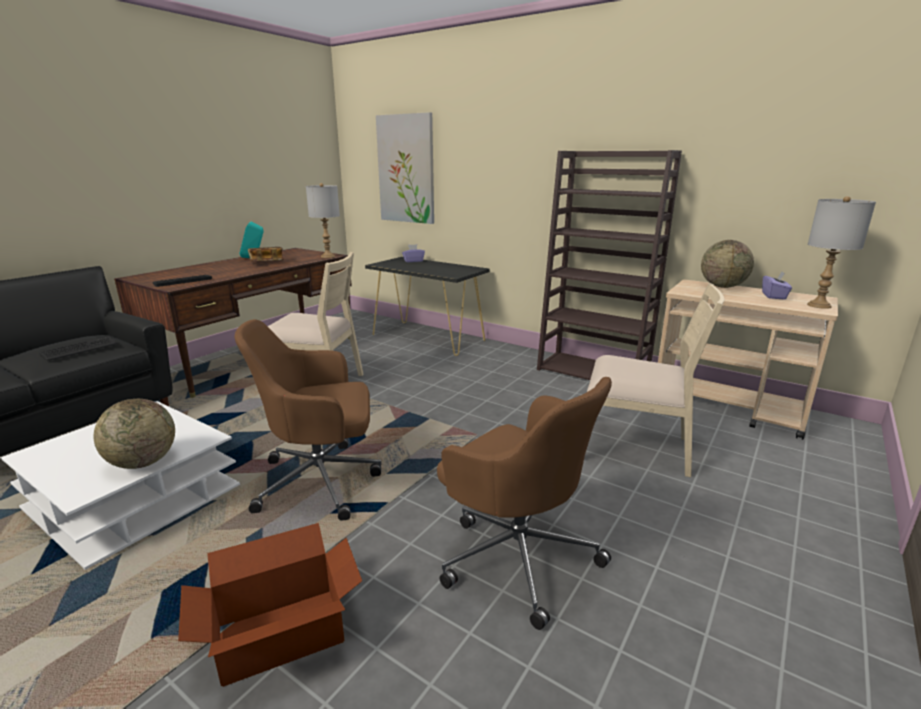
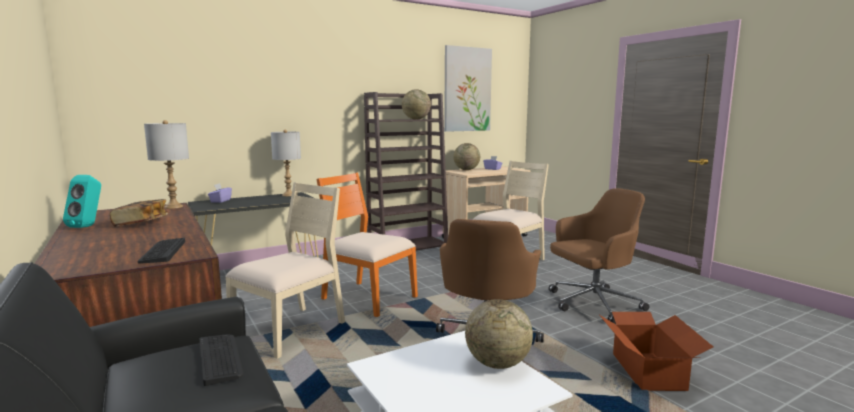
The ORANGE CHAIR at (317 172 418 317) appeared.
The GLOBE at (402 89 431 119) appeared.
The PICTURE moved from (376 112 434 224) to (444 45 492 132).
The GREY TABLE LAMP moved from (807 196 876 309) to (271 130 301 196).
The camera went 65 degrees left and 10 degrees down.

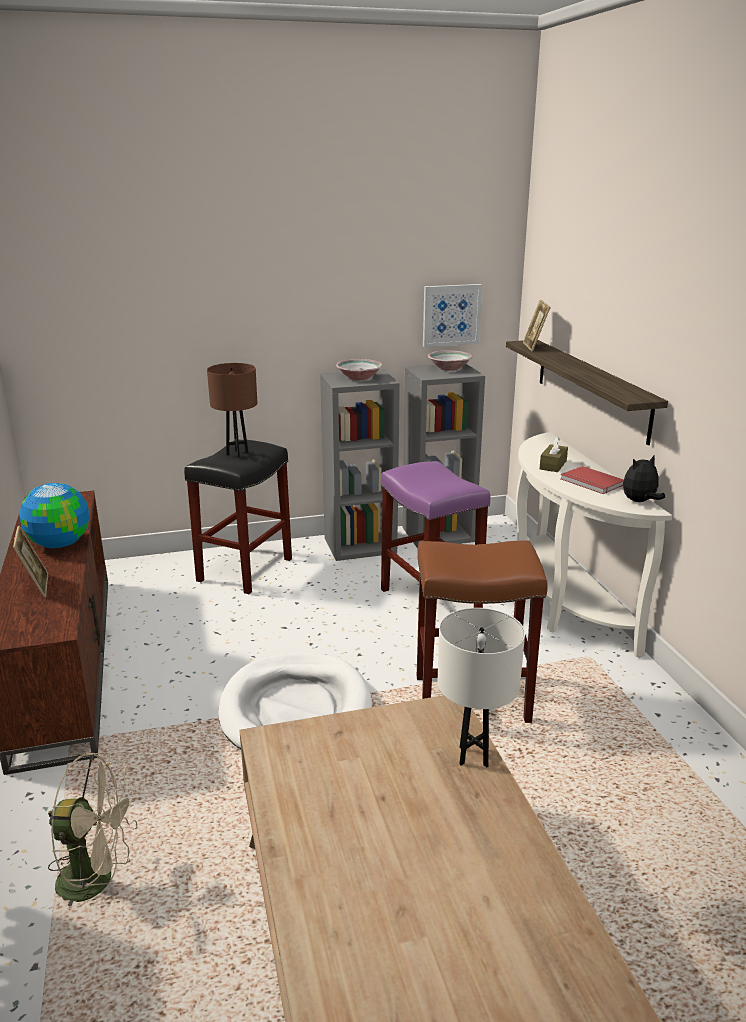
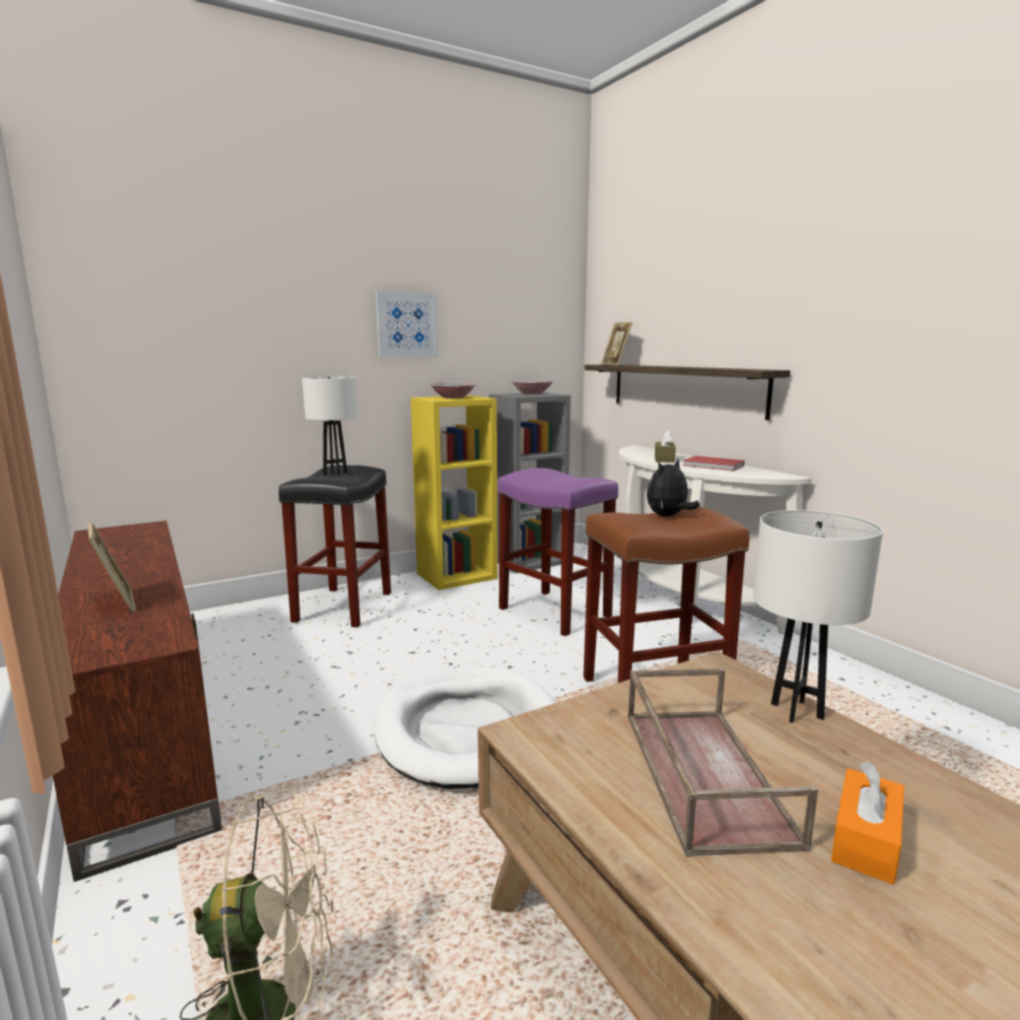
The GLOBE at (19 483 90 548) disappeared.
The BROWN TRAY at (628 669 818 857) appeared.
The ORANGE TISSUE BOX at (831 762 904 884) appeared.
The PICTURE moved from (423 284 482 347) to (376 291 438 357).
The PLUSH TOY moved from (623 456 665 502) to (647 459 700 516).
The BROWN TABLE LAMP at (207 363 257 458) became the WHITE TABLE LAMP at (302 376 358 476).
The GREY BOOKCASE at (320 369 400 561) became the YELLOW BOOKCASE at (411 395 498 590).
The camera went 15 degrees left and 10 degrees down.

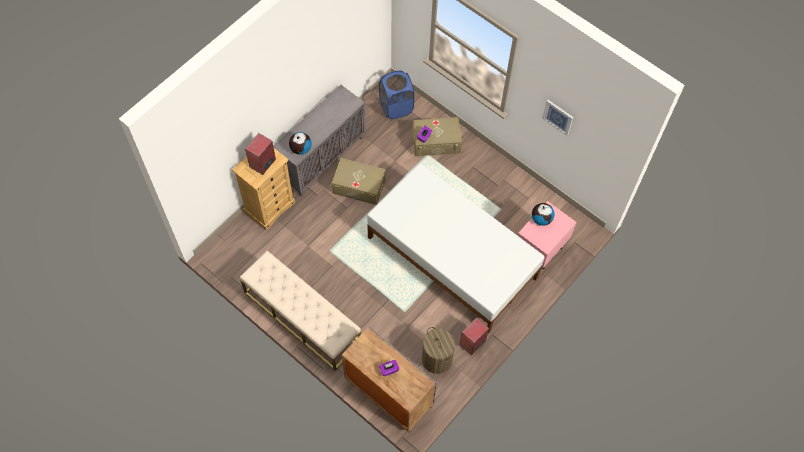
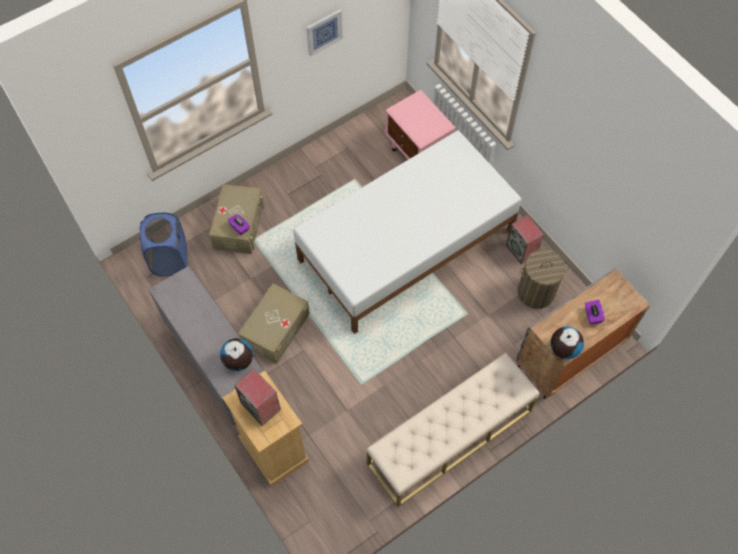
The GLOBE moved from (532 203 554 226) to (550 327 584 359).
The camera went 75 degrees left and 0 degrees up.

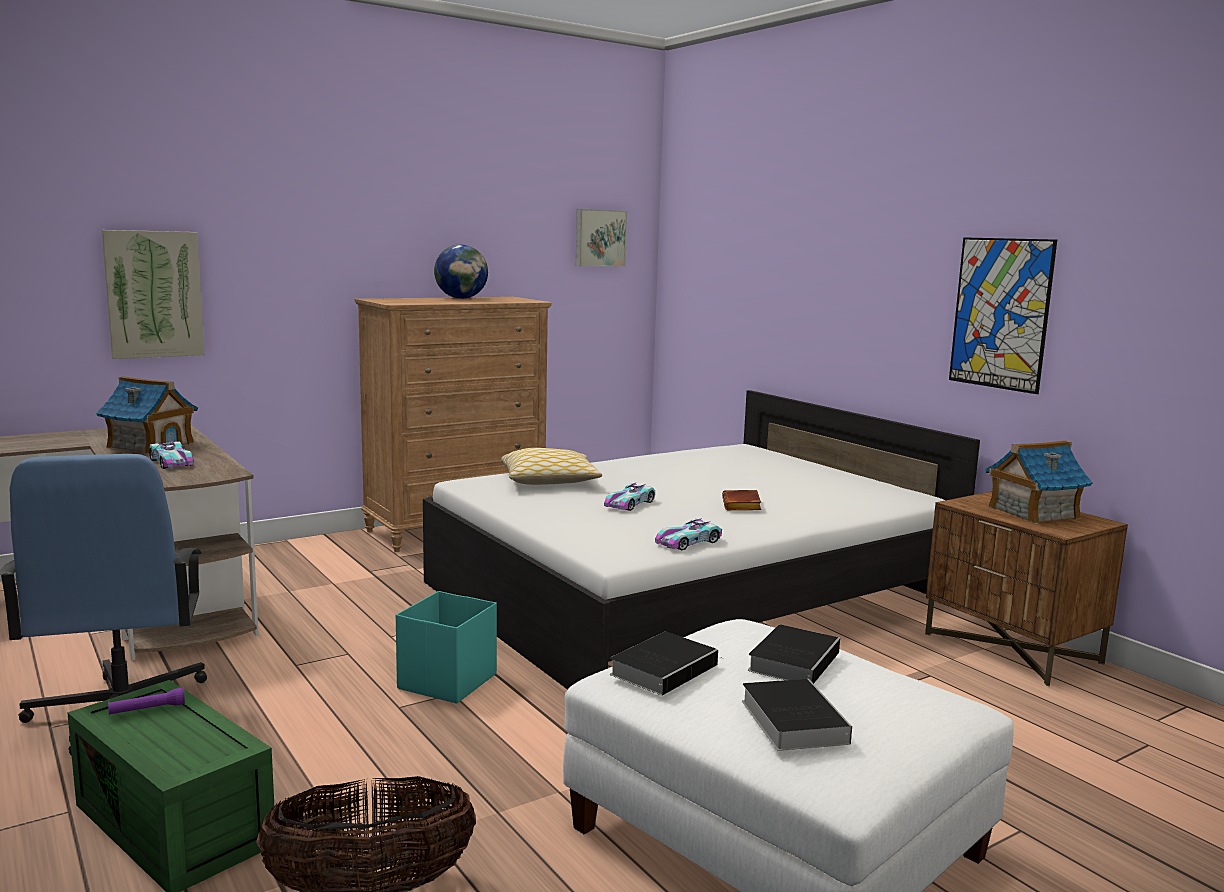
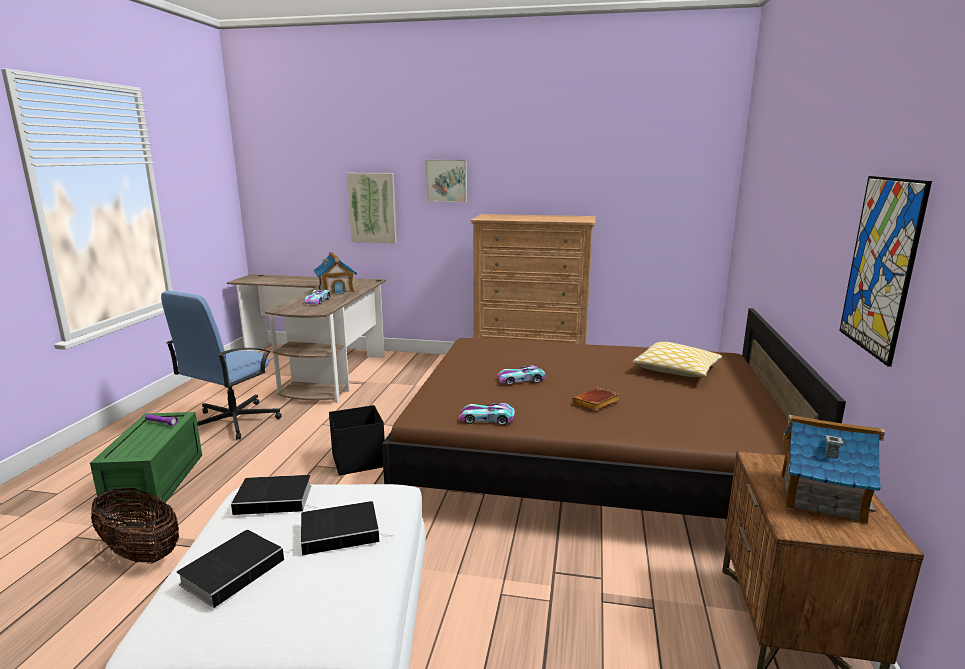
The GLOBE at (434 245 488 299) disappeared.
The PILLOW moved from (501 448 602 485) to (632 342 722 377).
The PICTURE moved from (576 209 627 267) to (426 160 467 202).
The TURQUOISE STORAGE BOX at (396 591 497 704) became the BLACK STORAGE BOX at (329 405 385 476).
The WHITE BED at (423 390 980 690) became the BROWN BED at (382 308 846 519).
The camera went 45 degrees right and 5 degrees up.

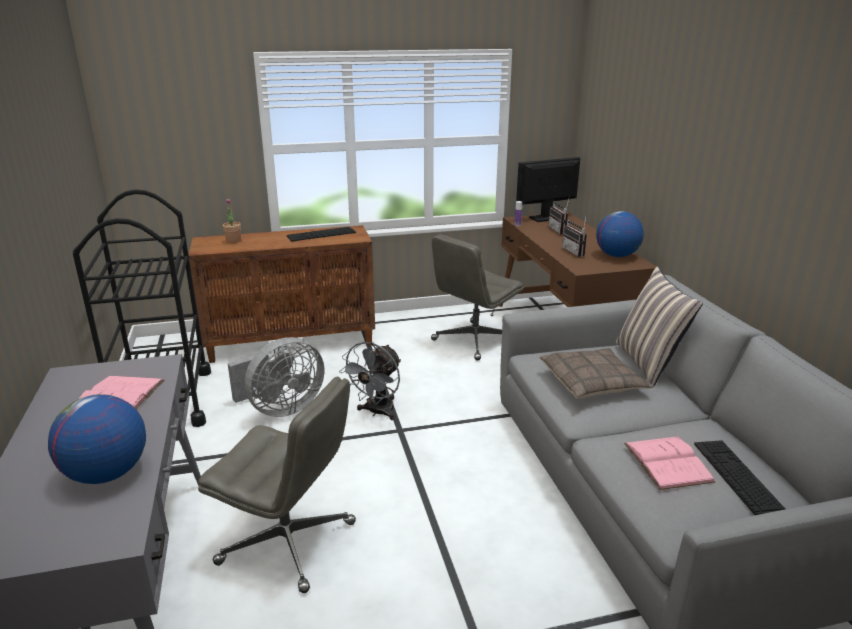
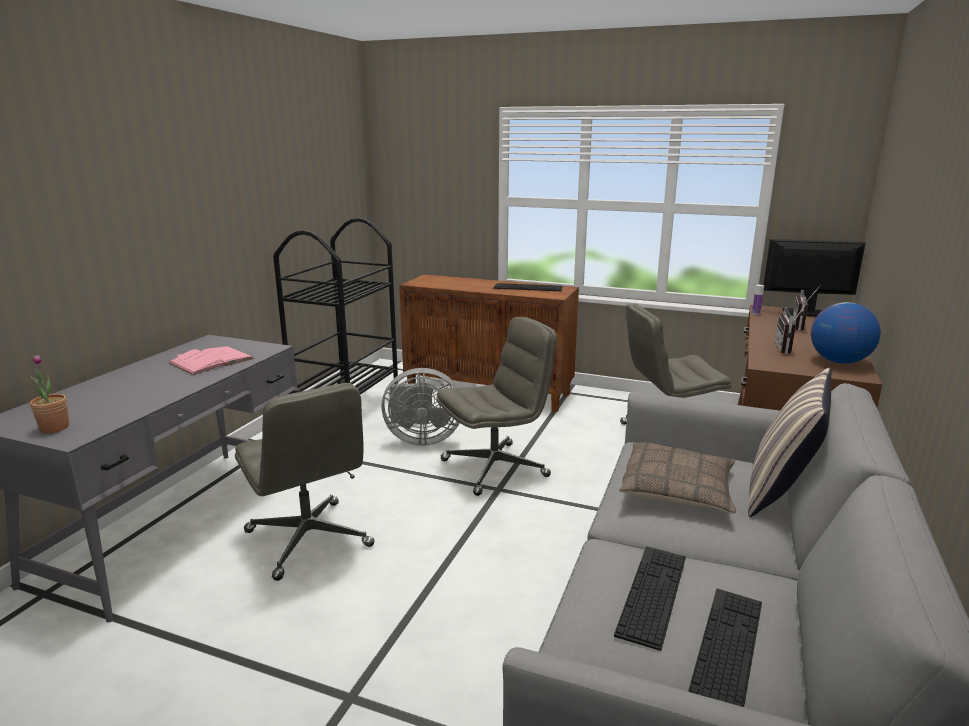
The GLOBE at (48 394 146 484) disappeared.
The POTTED PLANT moved from (223 199 241 243) to (30 355 69 433).
The GREY FAN at (339 342 401 420) was replaced by the GREY OFFICE CHAIR at (437 317 557 496).
The PINK BOOK at (624 436 715 490) was replaced by the KEYBOARD at (614 546 686 651).
The camera went 35 degrees right and 5 degrees down.

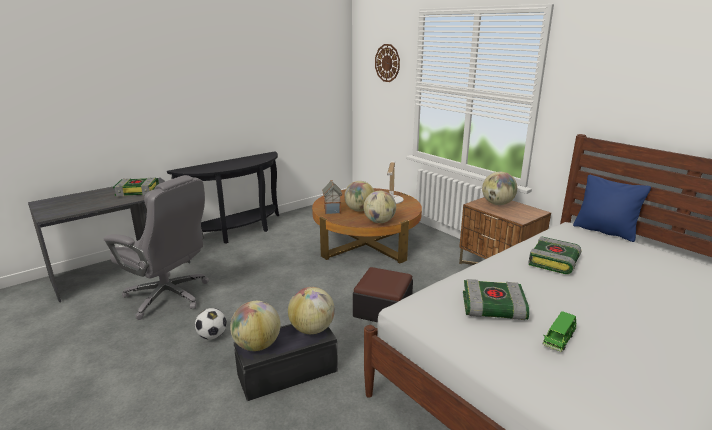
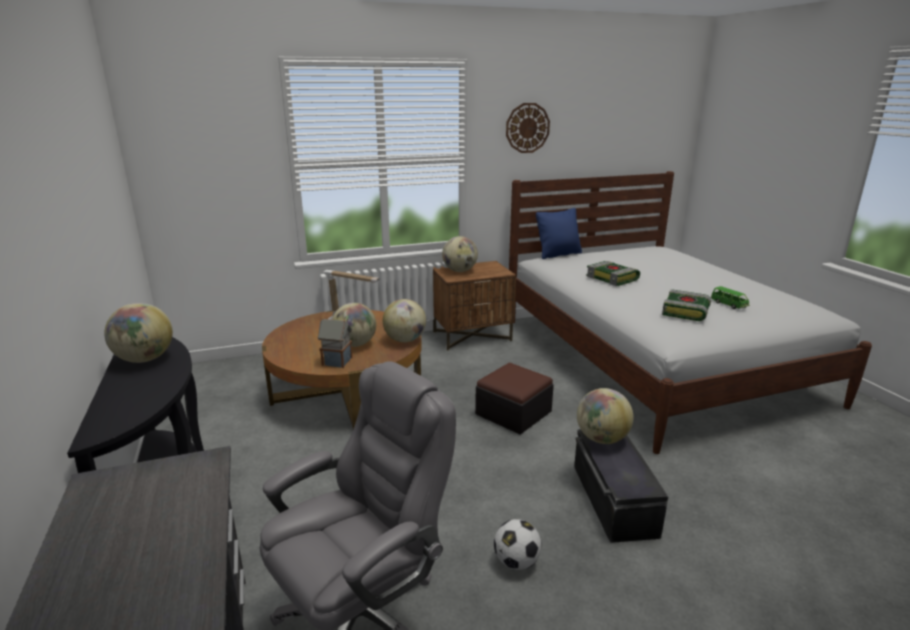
The BOOK at (113 178 159 197) disappeared.
The GLOBE moved from (230 301 281 351) to (104 303 173 363).
The WALL CLOCK moved from (375 44 400 82) to (506 103 550 153).
The camera went 70 degrees left and 0 degrees up.

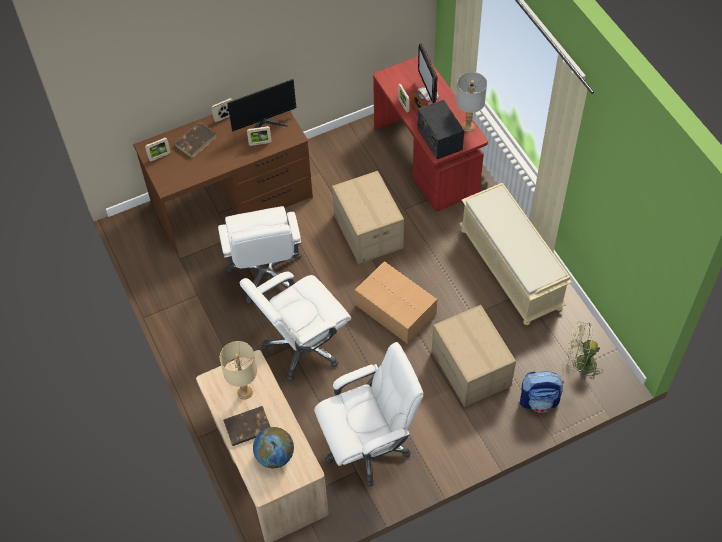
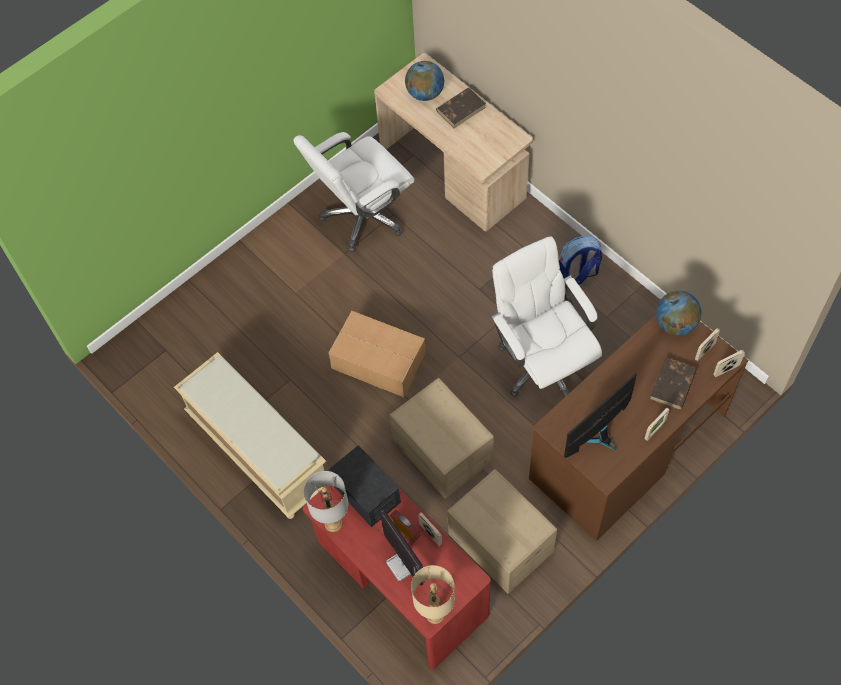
The WHITE OFFICE CHAIR at (240 271 351 381) disappeared.
The GREEN FAN at (567 322 600 381) disappeared.
The GLOBE at (656 291 701 335) appeared.
The BEIGE TABLE LAMP moved from (220 341 257 399) to (411 565 455 624).
The PICTURE FRAME moved from (247 126 272 146) to (713 350 745 377).
The CARDBOARD BOX moved from (432 305 516 407) to (447 469 557 594).
The BACKPACK moved from (520 371 564 413) to (559 236 602 285).
The camera went 165 degrees right and 5 degrees up.

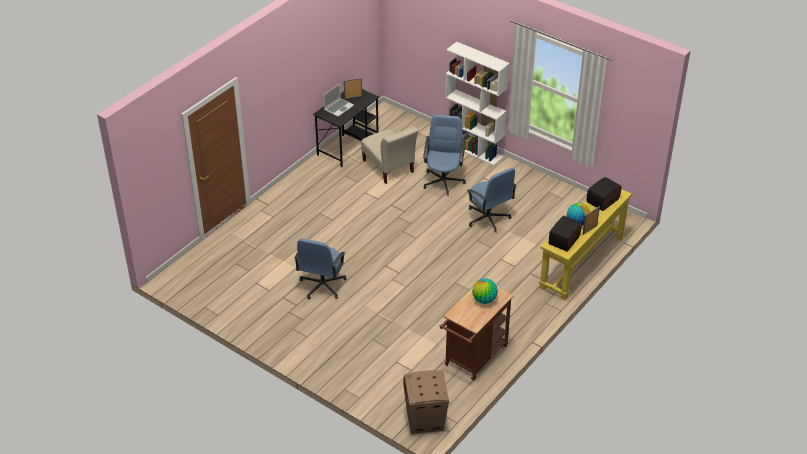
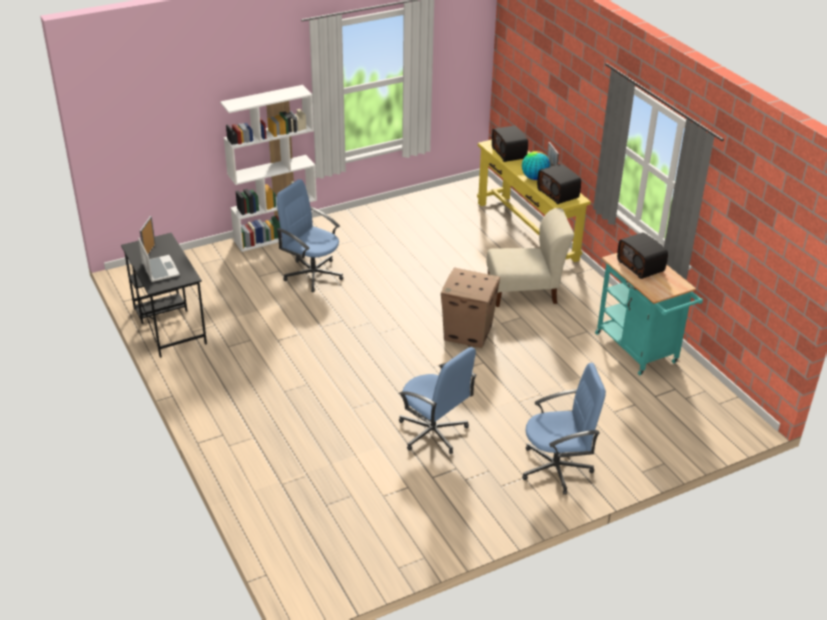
The BEIGE CHAIR moved from (361 126 418 184) to (487 208 574 307).
The CARDBOARD BOX moved from (403 370 449 434) to (441 268 500 348).
The BLUE OFFICE CHAIR moved from (467 168 516 232) to (522 363 606 495).
The GLOBE at (472 278 498 304) was replaced by the RADIO at (617 232 668 279).
The BROWN CART at (440 287 514 381) became the TURQUOISE CART at (595 253 703 375).
The camera went 65 degrees left and 5 degrees down.

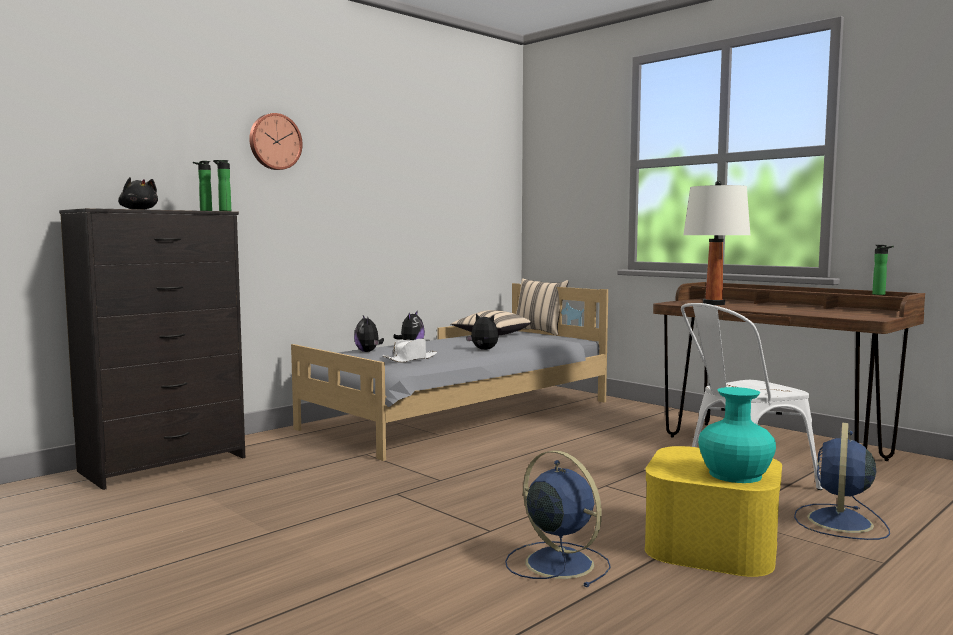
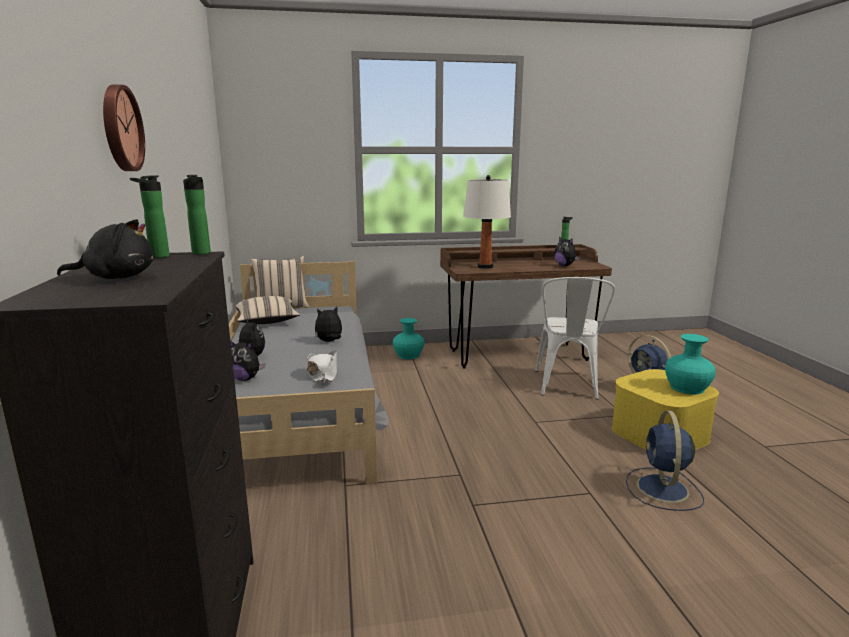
The TURQUOISE VASE at (393 318 424 359) appeared.
The PLUSH TOY at (554 236 580 266) appeared.
The BLUE FAN at (505 450 611 587) turned 75 degrees counterclockwise.
The camera went 55 degrees left and 10 degrees up.

